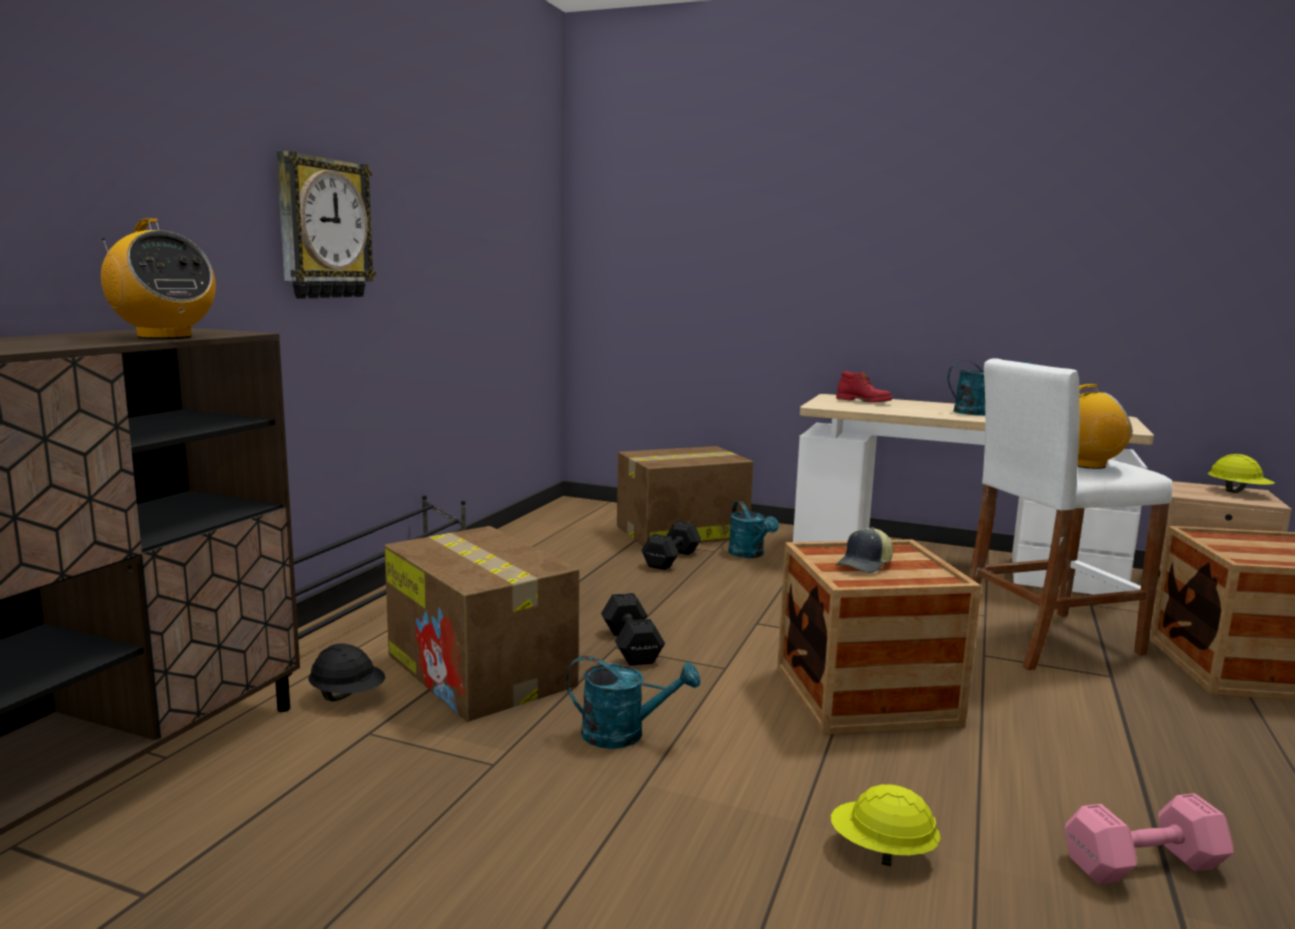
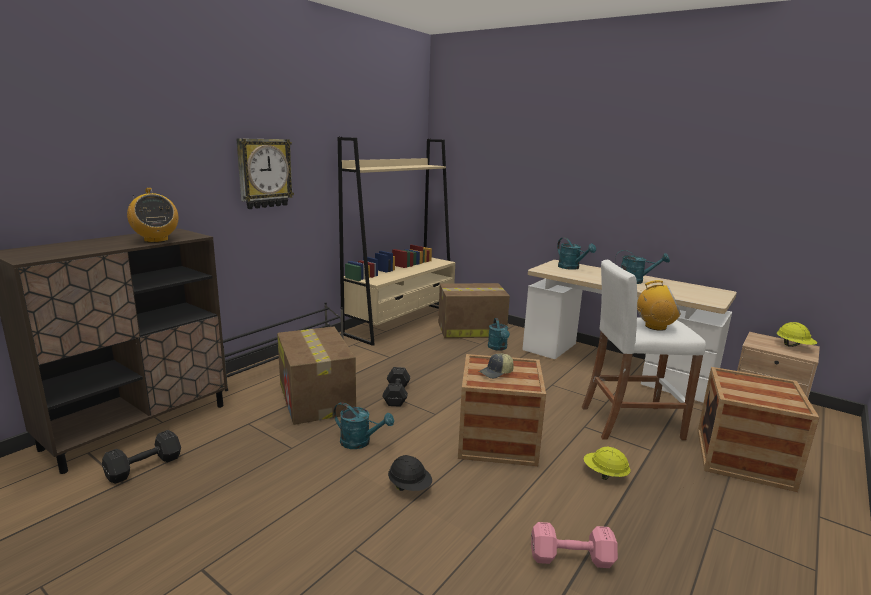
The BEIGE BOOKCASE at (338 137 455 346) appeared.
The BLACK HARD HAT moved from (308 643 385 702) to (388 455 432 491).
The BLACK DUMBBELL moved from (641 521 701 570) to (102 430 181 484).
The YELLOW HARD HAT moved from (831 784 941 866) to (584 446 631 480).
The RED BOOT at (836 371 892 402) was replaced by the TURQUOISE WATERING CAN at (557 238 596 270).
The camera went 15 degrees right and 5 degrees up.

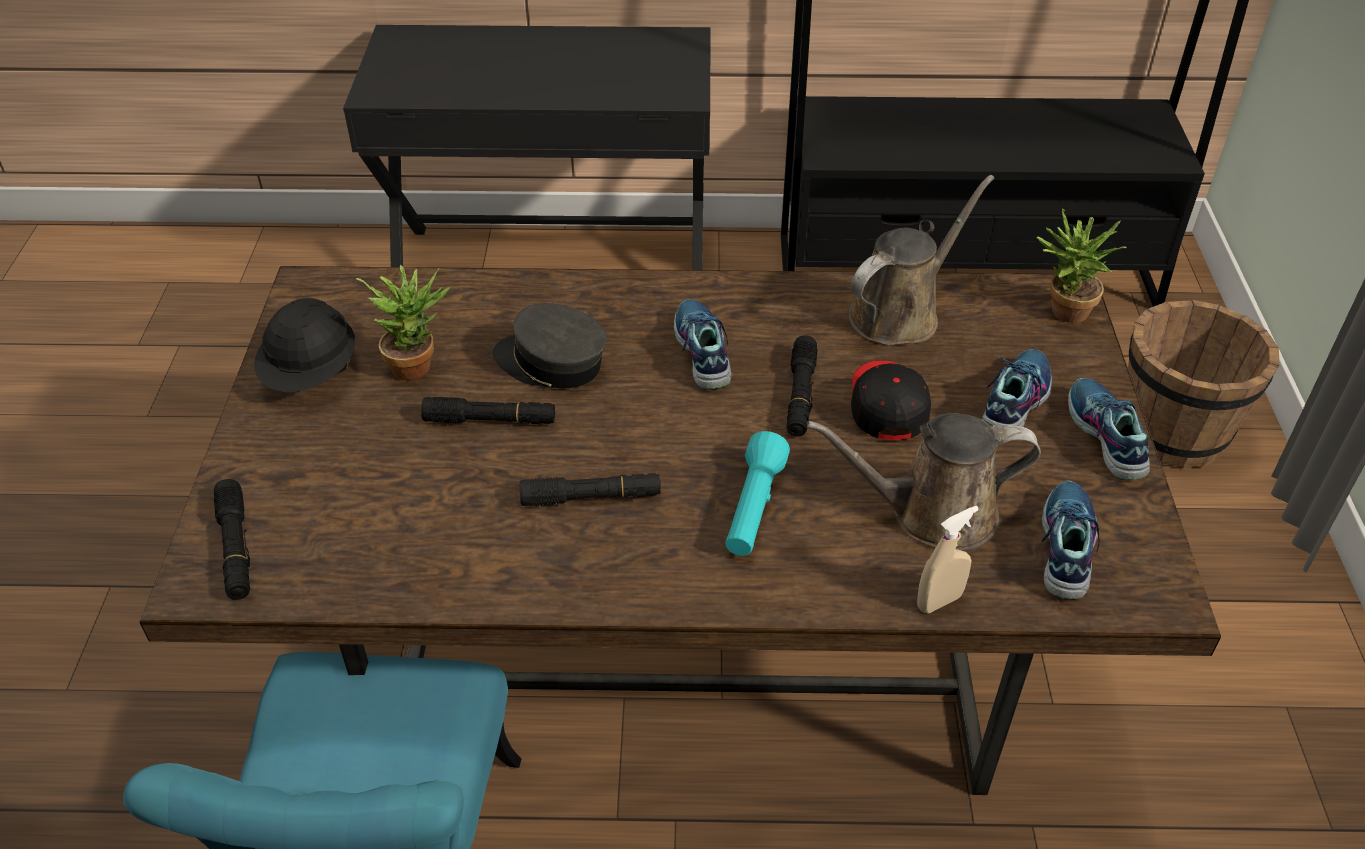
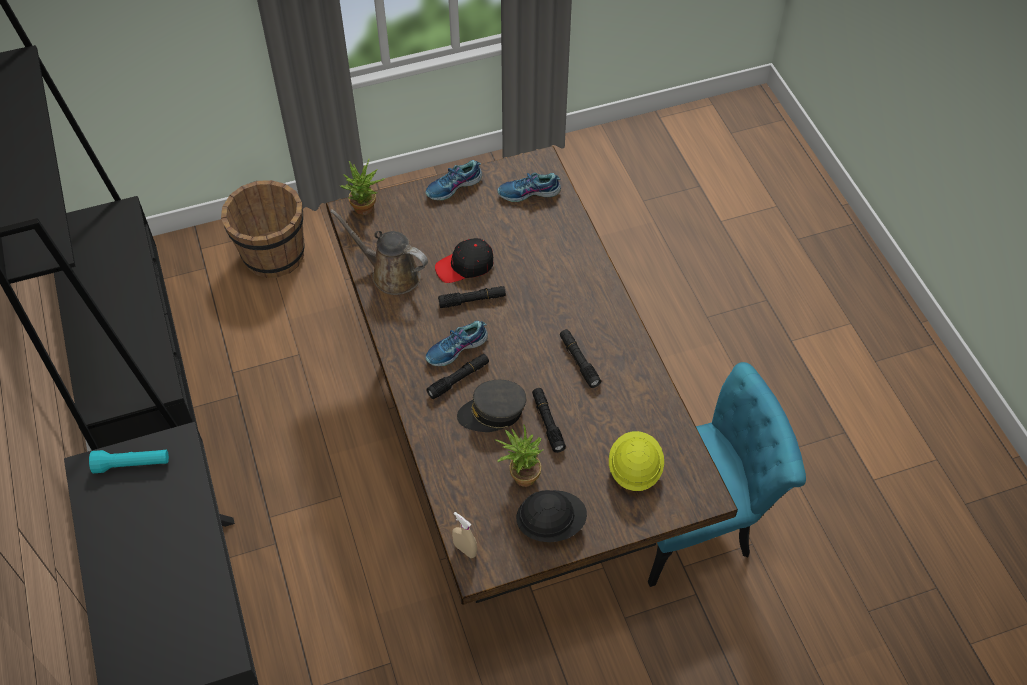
The BROWN WATERING CAN at (807 413 1041 551) disappeared.
The SHOE at (982 349 1052 427) disappeared.
The YELLOW HARD HAT at (609 431 664 491) appeared.
The BLACK FLASHLIGHT moved from (214 479 250 600) to (426 354 489 399).
The TURQUOISE FLASHLIGHT moved from (725 431 790 556) to (89 450 169 473).
The BEIGE SPRAY BOTTLE moved from (917 506 979 613) to (452 512 477 558).
The GREY CAP at (492 303 607 388) turned 75 degrees clockwise.
The camera went 110 degrees left and 10 degrees up.

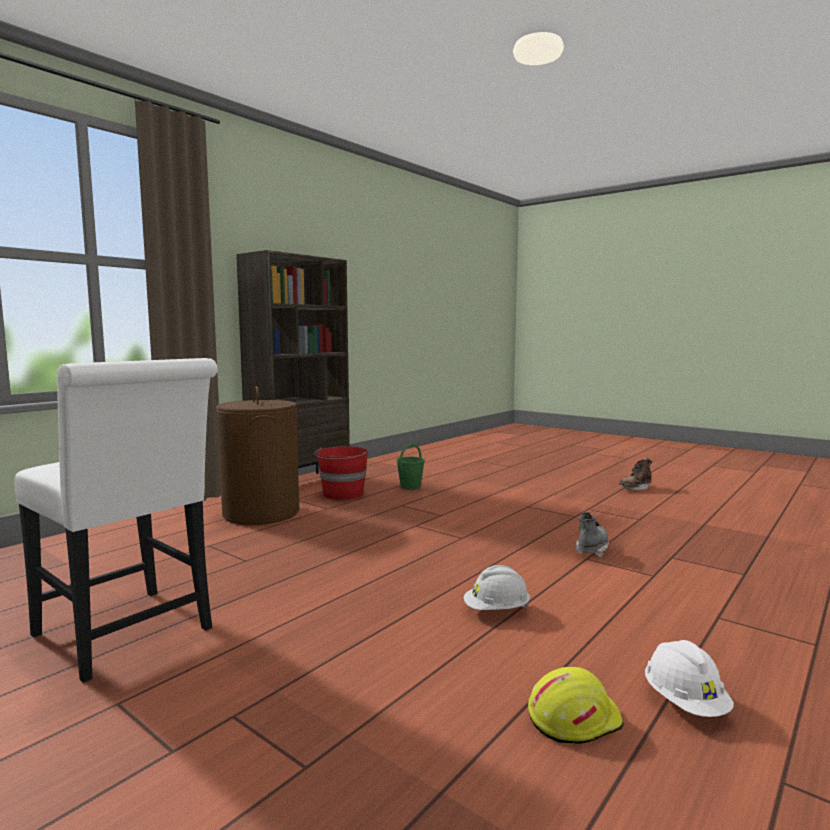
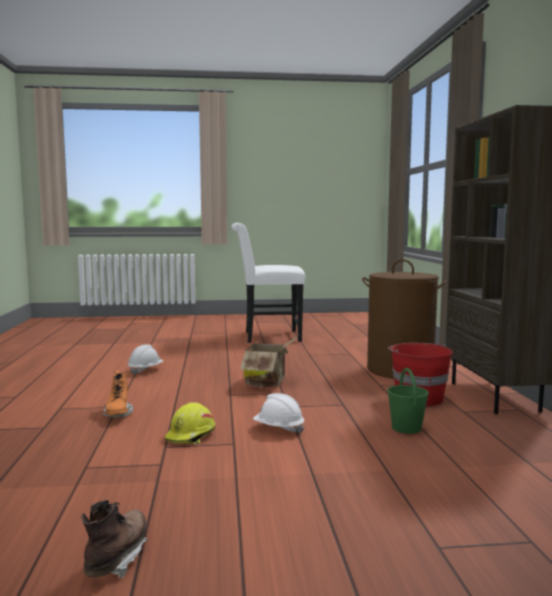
The CARDBOARD BOX at (240 333 300 387) appeared.
The YELLOW HARD HAT moved from (528 667 624 744) to (164 402 215 444).
The WHITE HARD HAT moved from (645 640 734 717) to (253 393 304 434).
The GREY BOOT at (576 512 610 558) became the ORANGE BOOT at (103 371 133 418).
The camera went 135 degrees right and 0 degrees up.

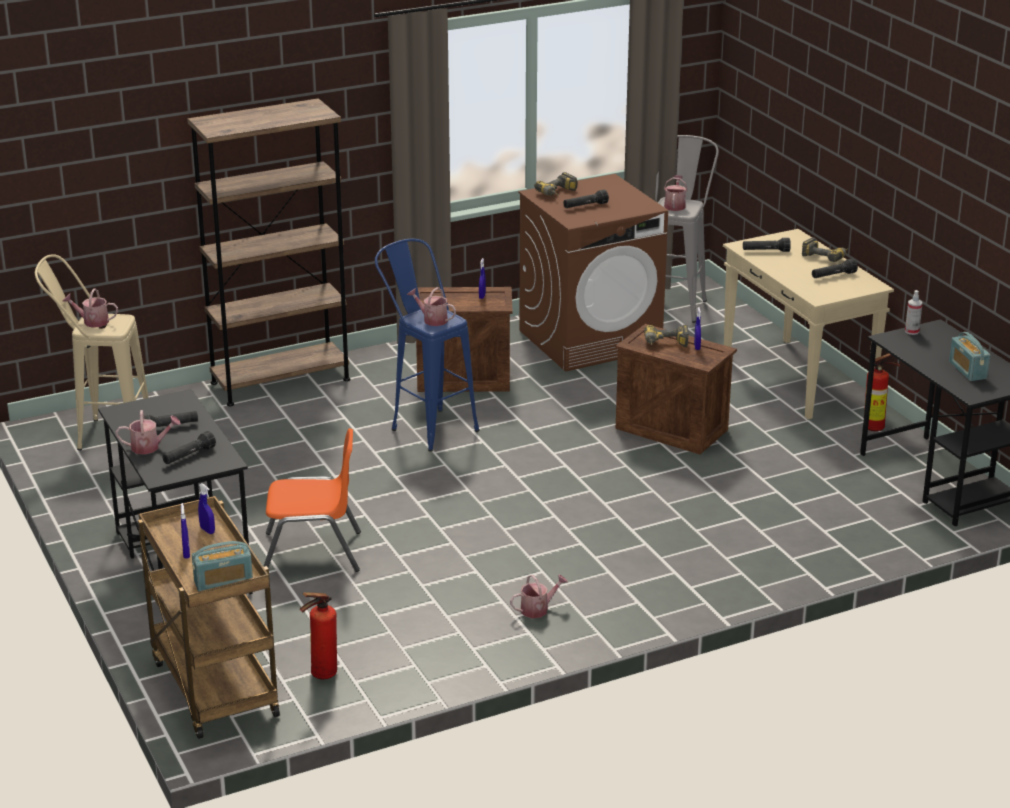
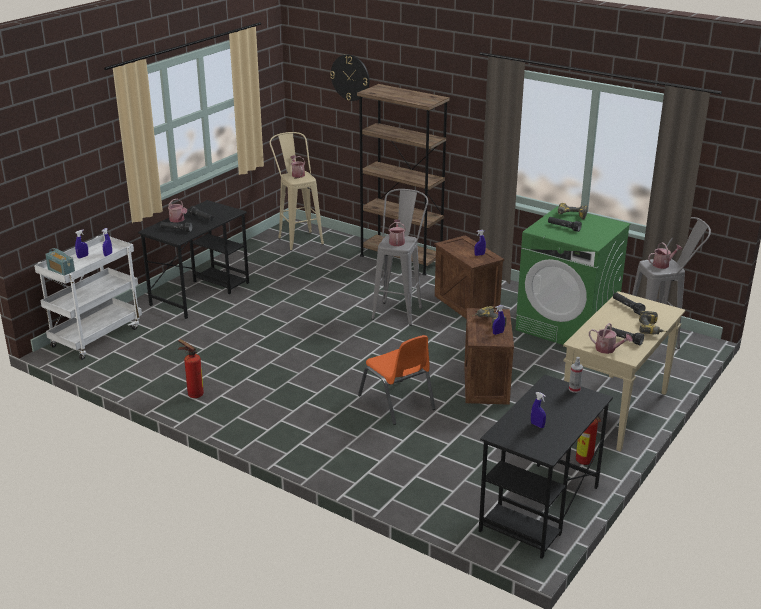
The WALL CLOCK at (330 55 369 101) appeared.
The ORANGE CHAIR moved from (263 428 361 572) to (358 335 435 425).
The FIRE EXTINGUISHER moved from (300 592 337 679) to (178 339 204 398).
The WATERING CAN moved from (510 574 568 618) to (589 323 632 354).
The RADIO at (949 332 991 381) was replaced by the BLUE SPRAY BOTTLE at (531 392 546 428).
The BROWN CART at (138 496 280 739) became the WHITE CART at (34 235 142 360).
The BLUE STOOL at (375 238 479 452) became the GREY STOOL at (371 189 428 326).
The BROWN WASHING MACHINE at (518 174 668 371) became the GREEN WASHING MACHINE at (515 206 630 345).
The camera went 60 degrees right and 0 degrees up.

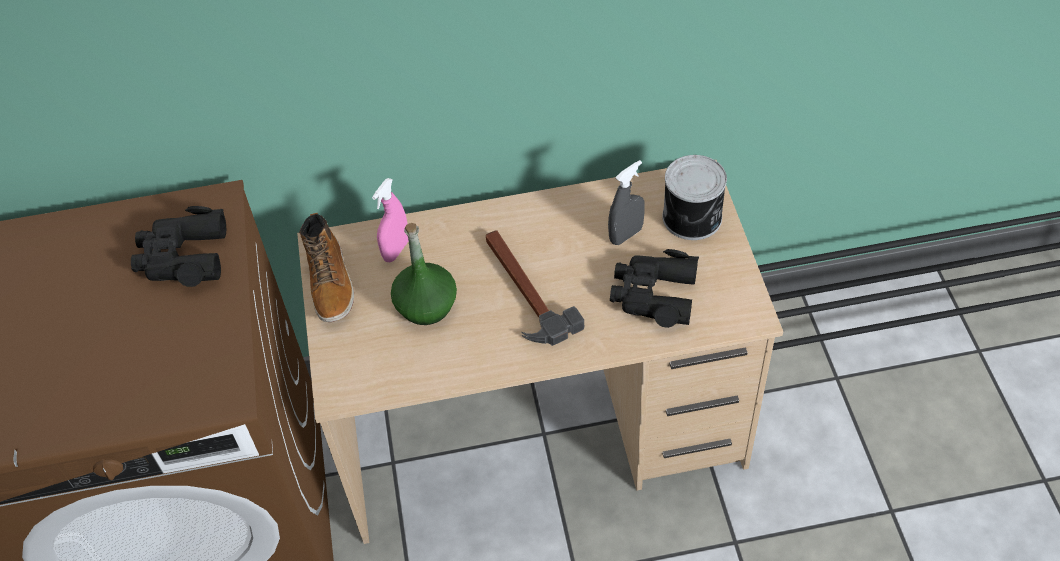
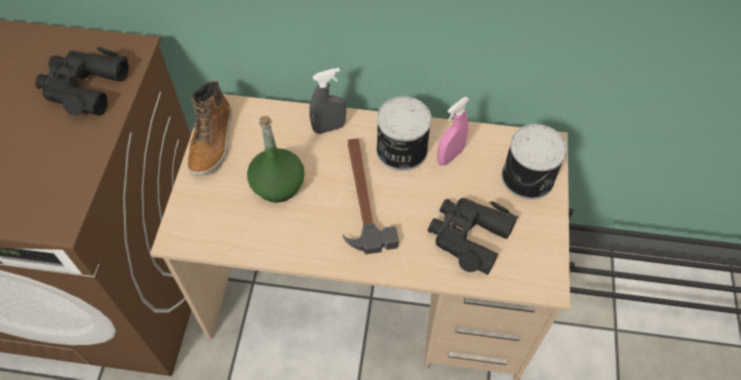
The CAN at (376 97 432 171) appeared.
The PINK SPRAY BOTTLE moved from (372 178 408 262) to (437 97 469 166).
The GREY SPRAY BOTTLE moved from (608 160 645 245) to (309 68 346 134).
The camera went 15 degrees right and 5 degrees up.

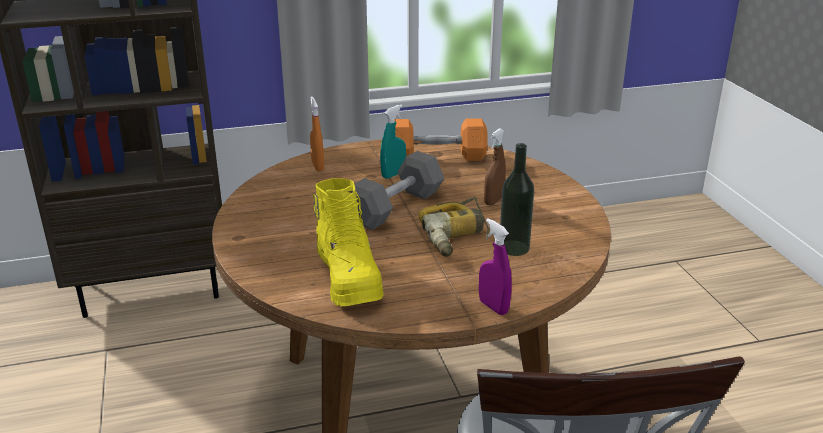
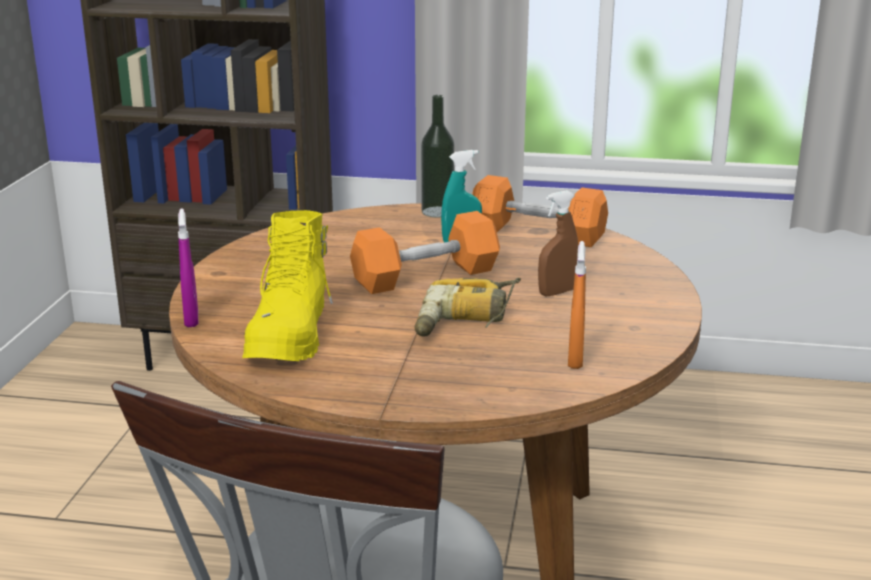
The ORANGE SPRAY BOTTLE moved from (310 96 324 171) to (568 241 586 369).
The PURPLE SPRAY BOTTLE moved from (479 218 512 315) to (178 208 198 327).
The BOTTLE moved from (500 143 534 256) to (421 95 454 217).
The GREY DUMBBELL at (354 151 445 230) became the ORANGE DUMBBELL at (350 211 500 294).
The camera went 25 degrees right and 5 degrees down.

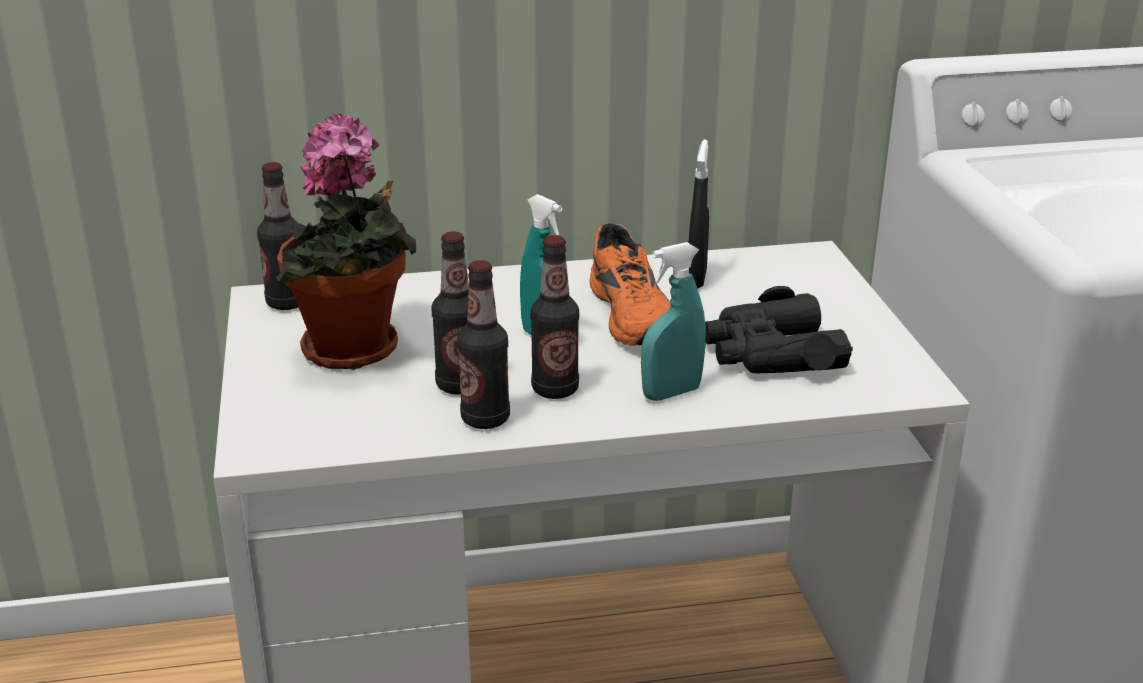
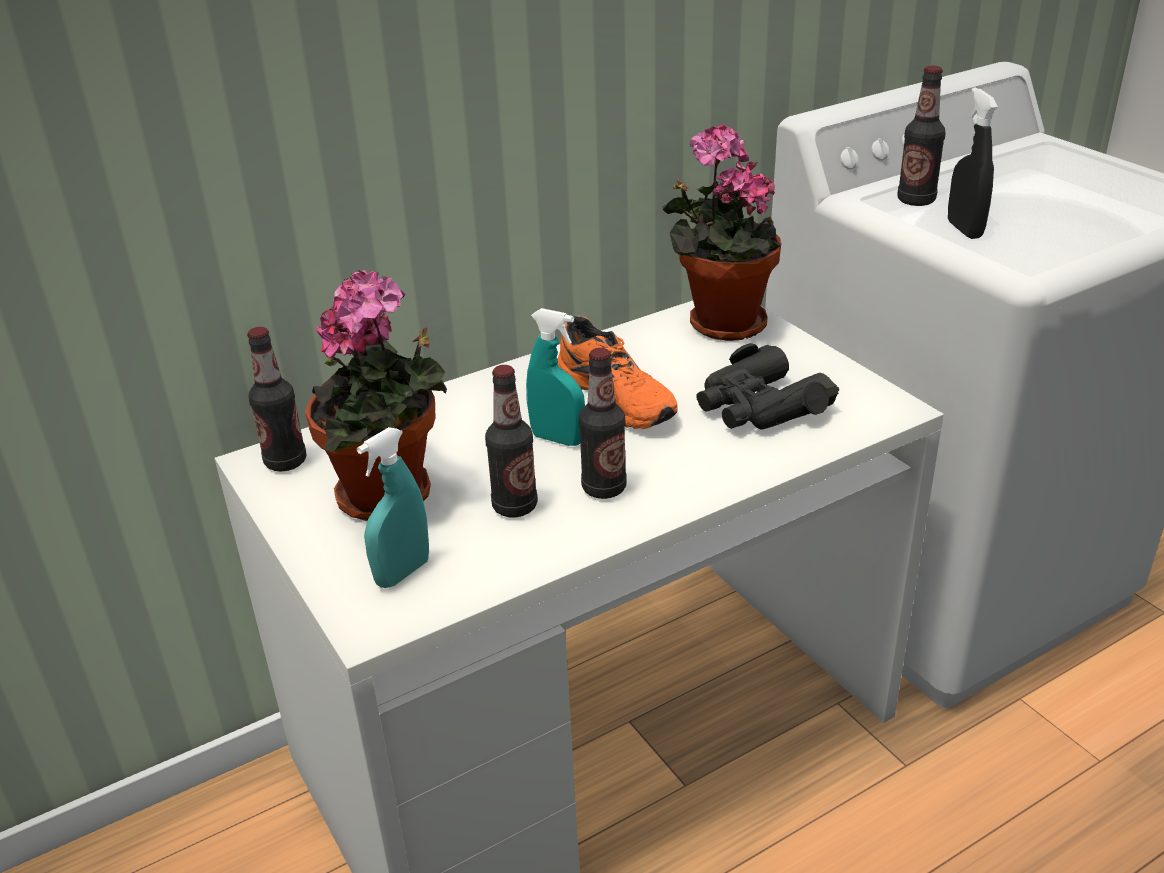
The POTTED PLANT at (662 124 781 341) appeared.
The BOTTLE moved from (457 260 510 429) to (897 66 945 206).
The TURQUOISE SPRAY BOTTLE moved from (641 242 706 401) to (357 427 429 588).
The BLACK SPRAY BOTTLE moved from (688 140 709 289) to (948 87 998 239).
The camera went 20 degrees left and 5 degrees up.

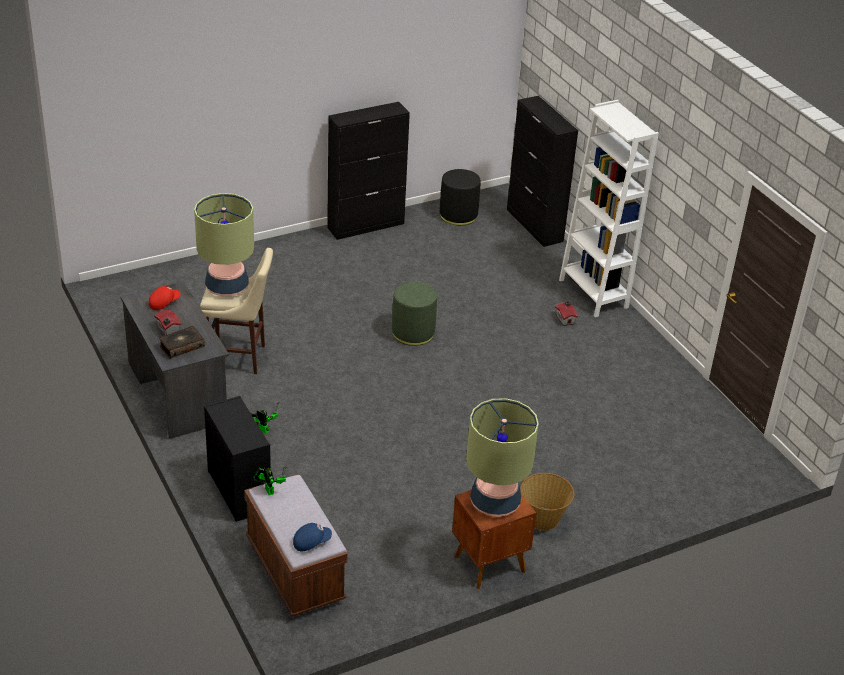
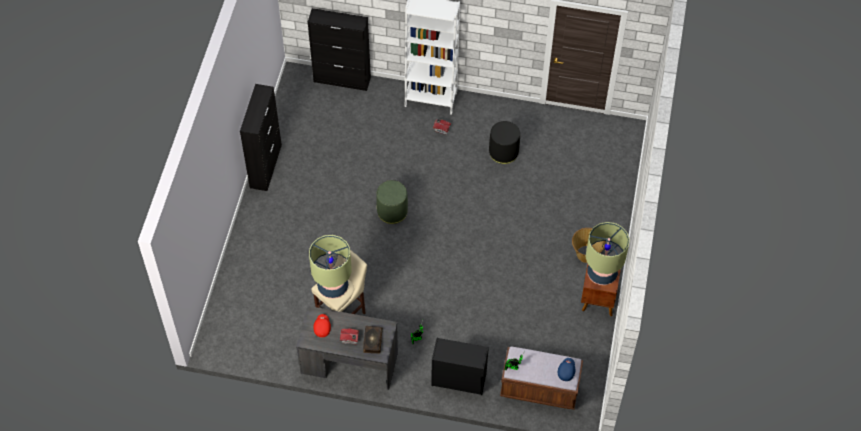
The BLACK OTTOMAN moved from (440 169 481 226) to (489 121 520 164).
The camera went 50 degrees left and 20 degrees up.

